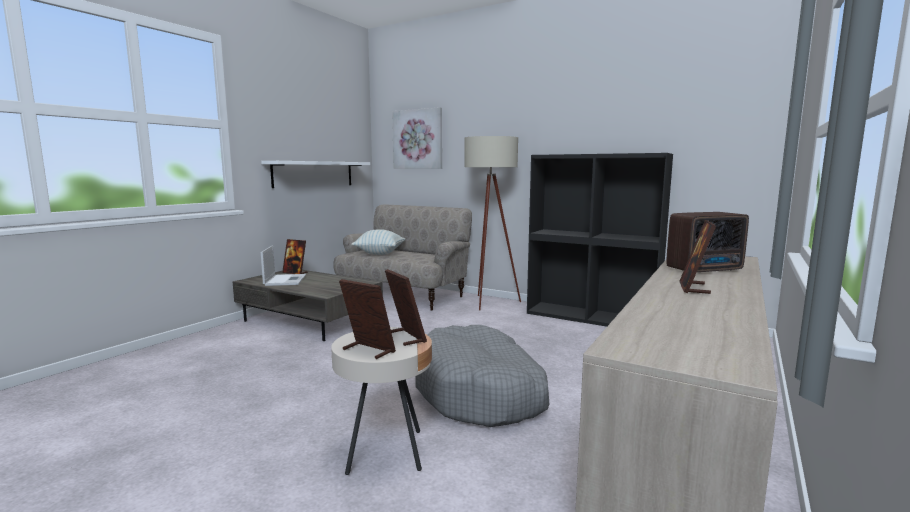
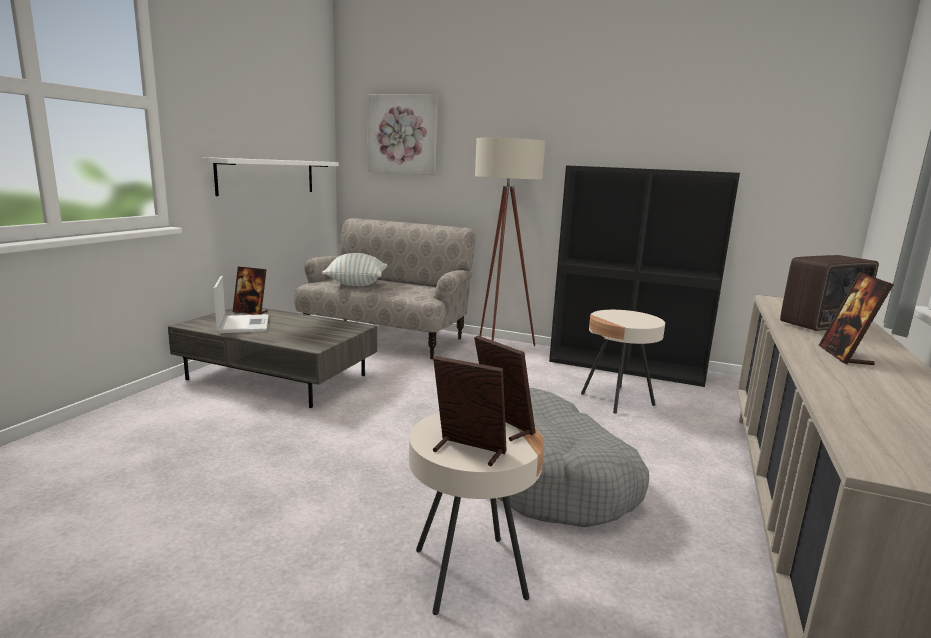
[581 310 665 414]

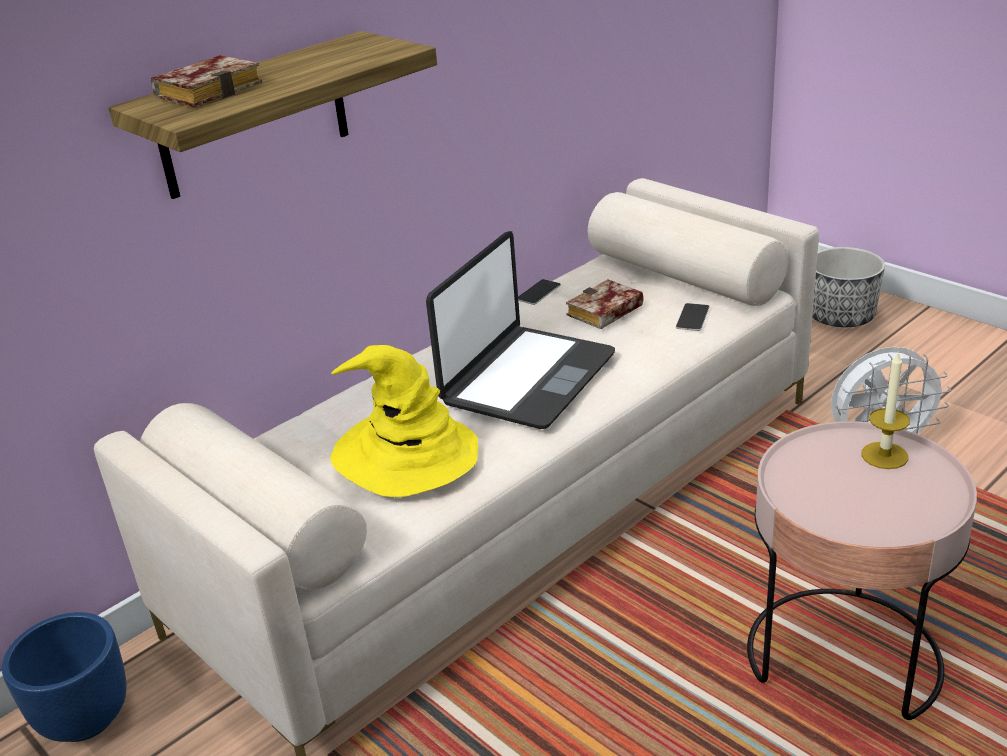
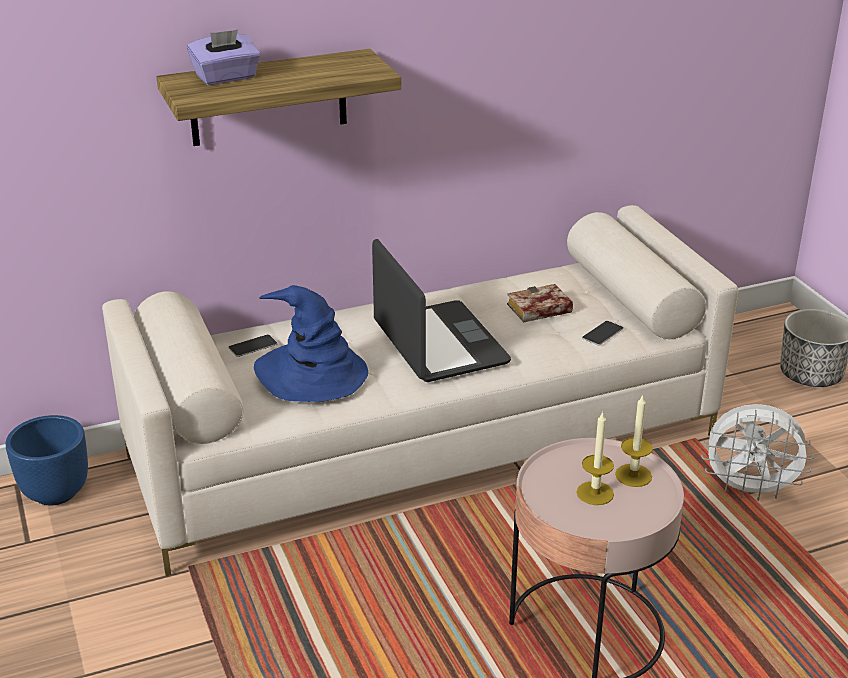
[187 29 260 85]
[228 334 278 357]
[254 285 368 402]
[372 239 511 382]
[577 412 614 505]

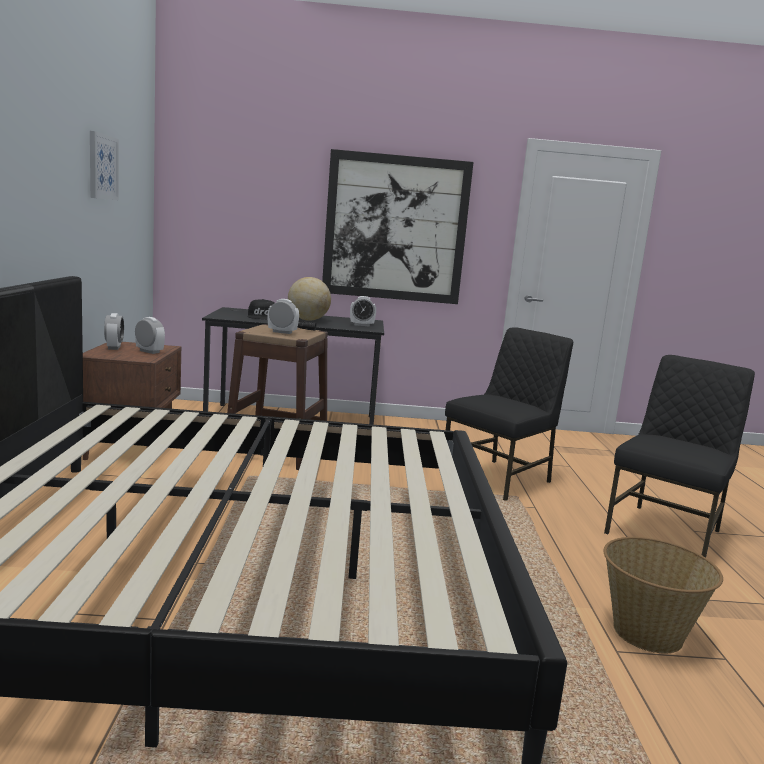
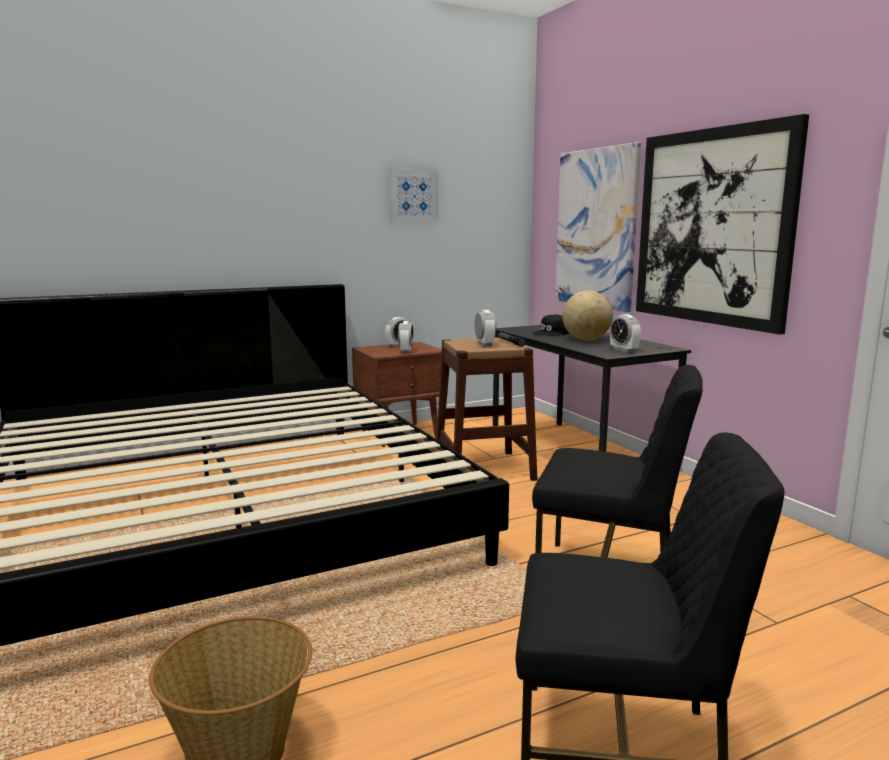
[555 142 641 312]

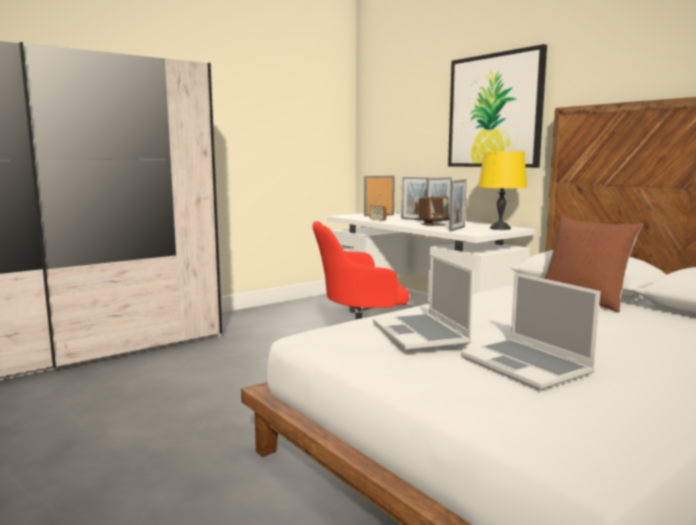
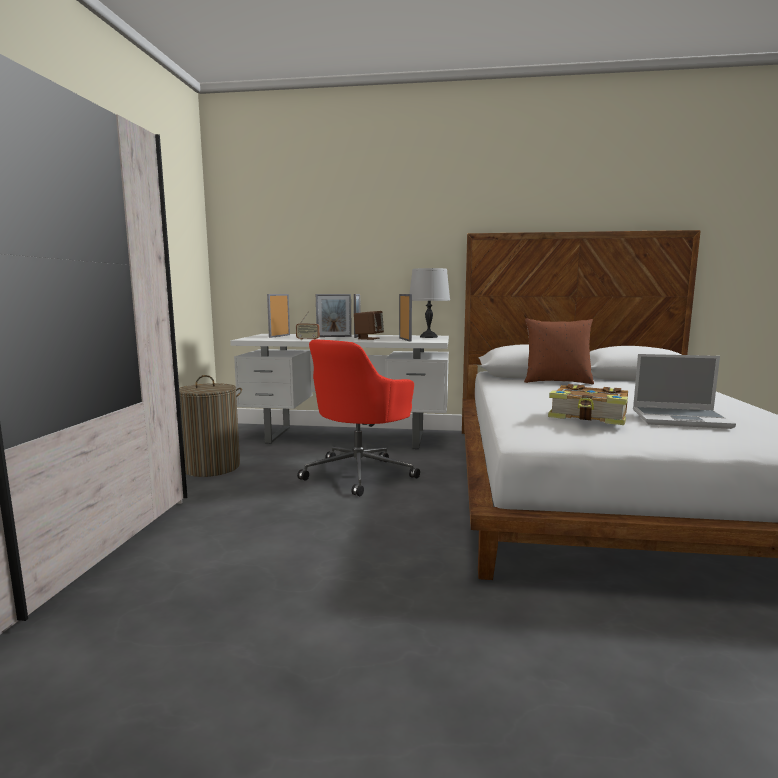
[179 375 242 477]
[409 268 450 338]
[548 384 628 425]
[448 44 547 168] (first image)

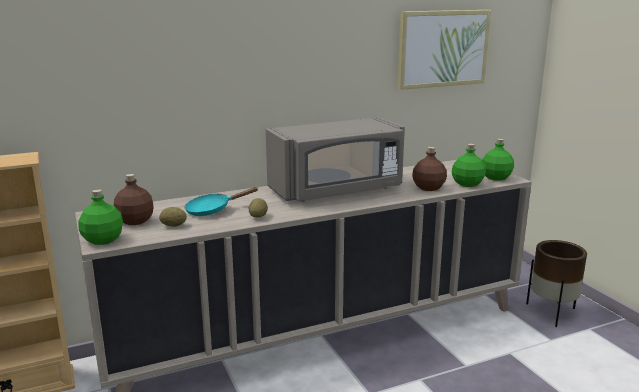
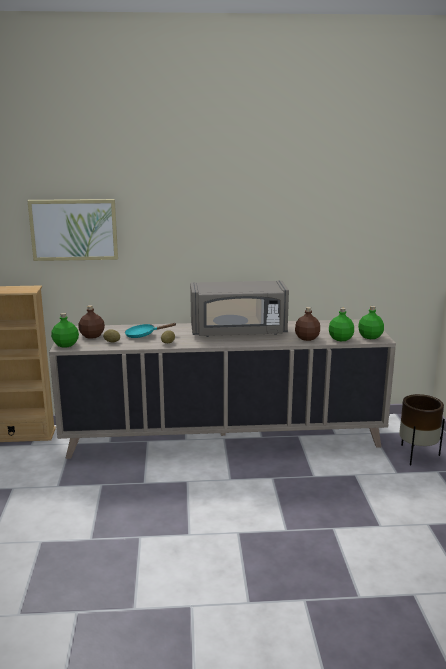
[27 199 118 261]

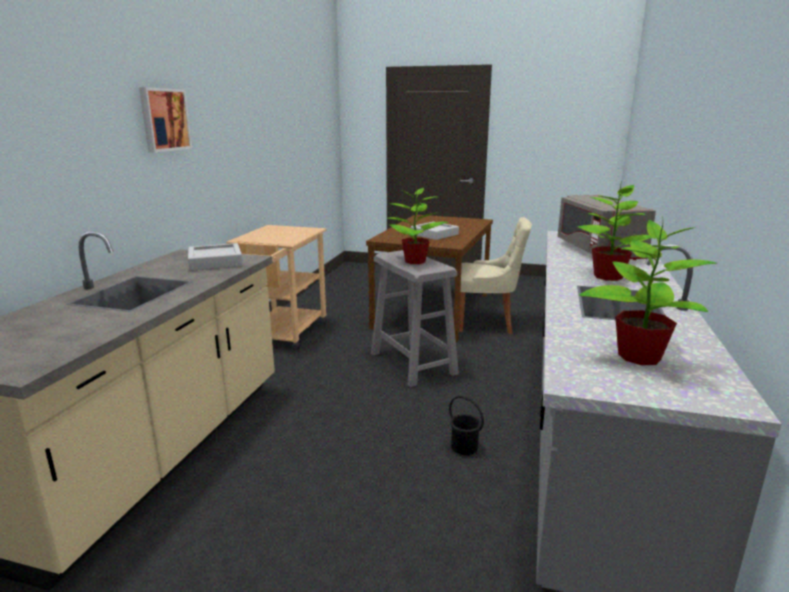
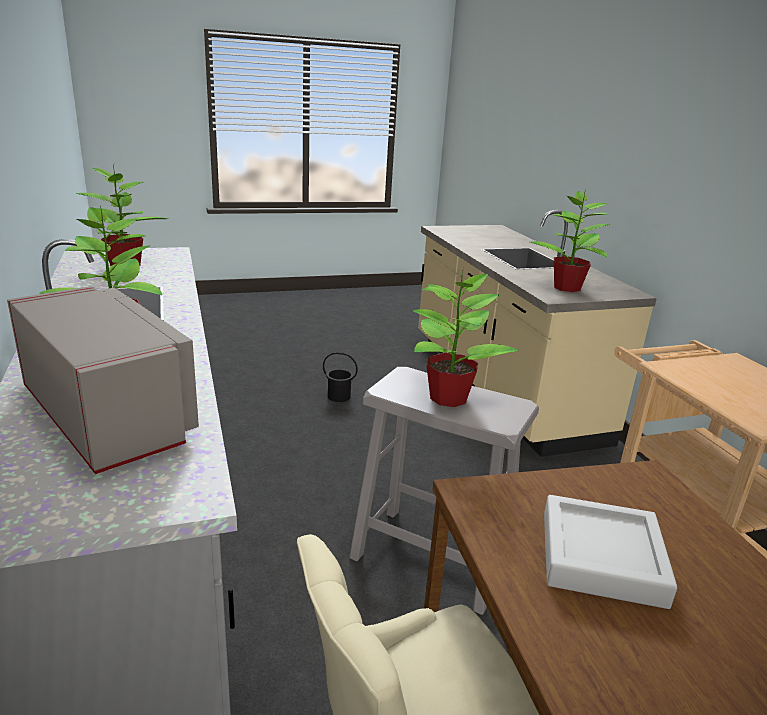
[323 352 358 402]
[530 191 610 292]
[139 87 192 152] (first image)

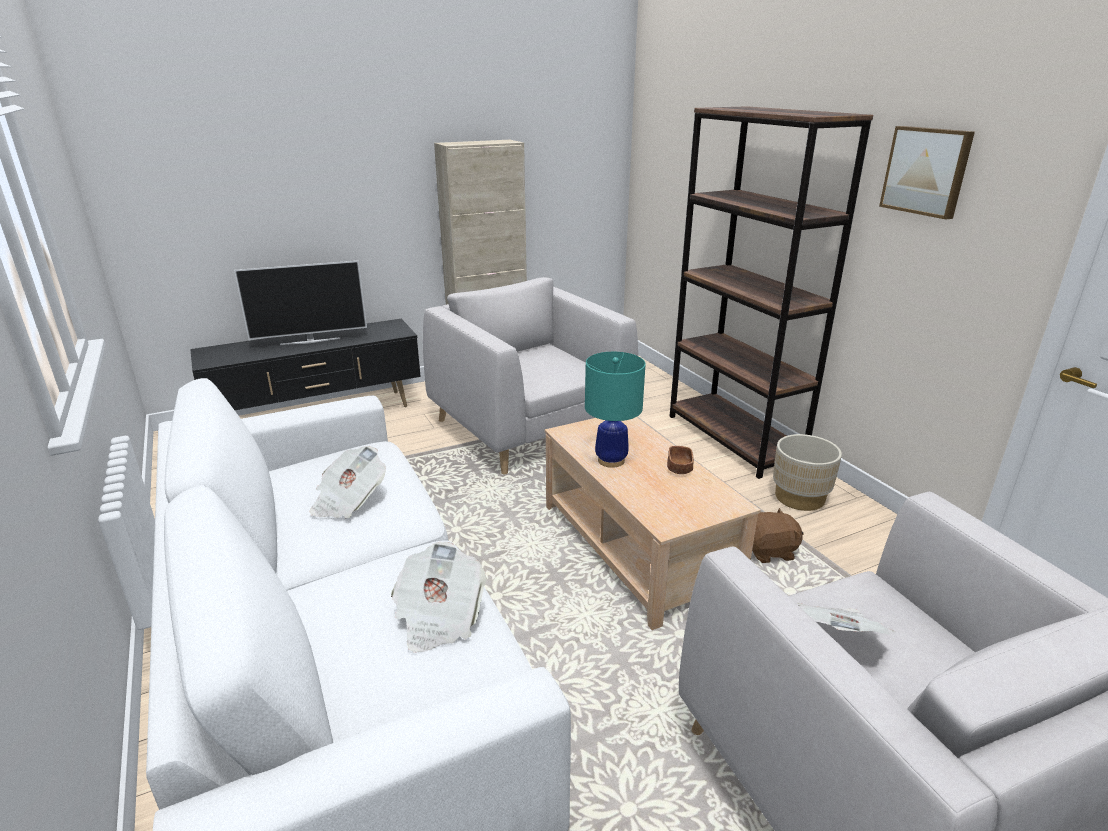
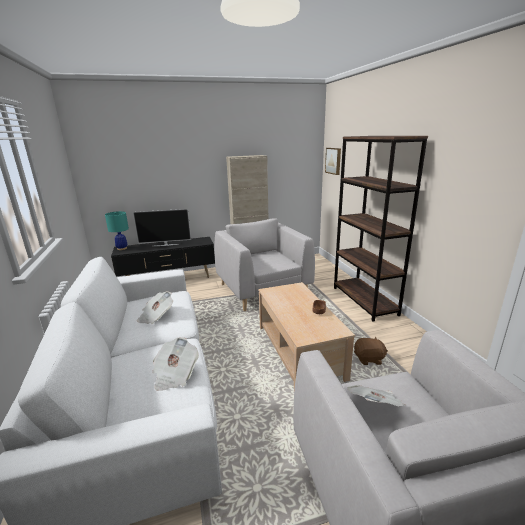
[105 211 129 250]
[325 148 341 175]
[773 434 842 511] (first image)

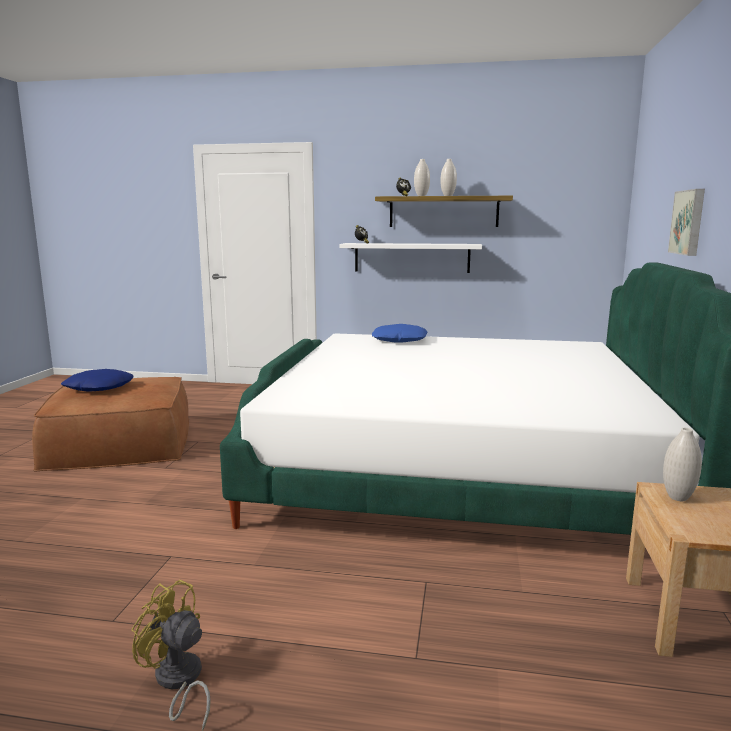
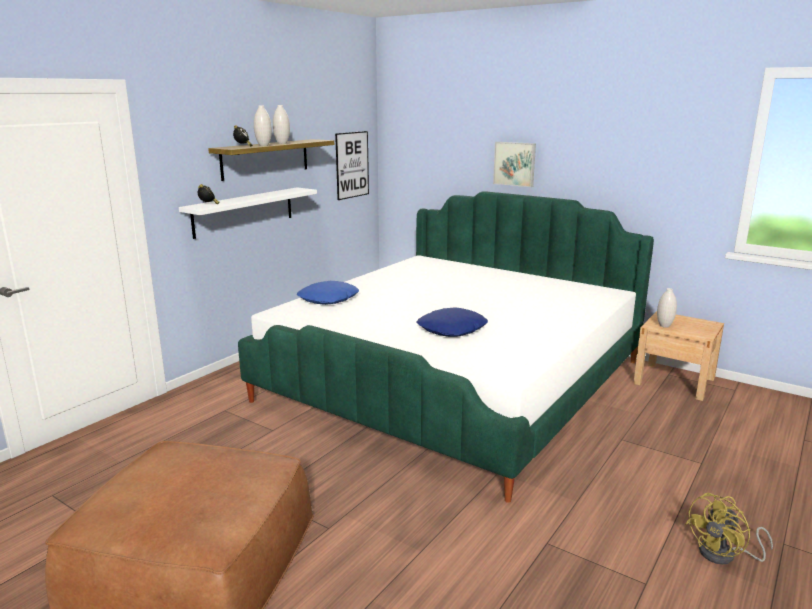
[335 131 369 200]
[417 307 488 337]

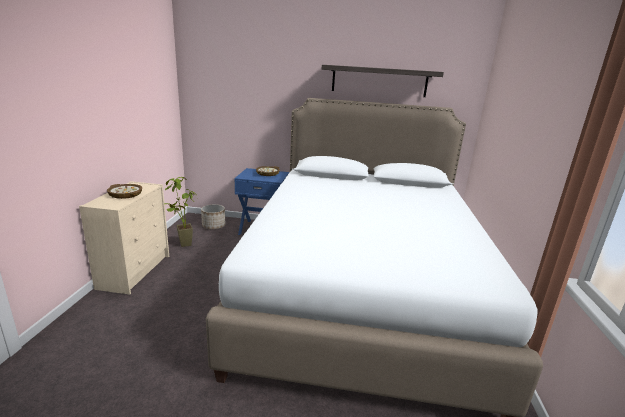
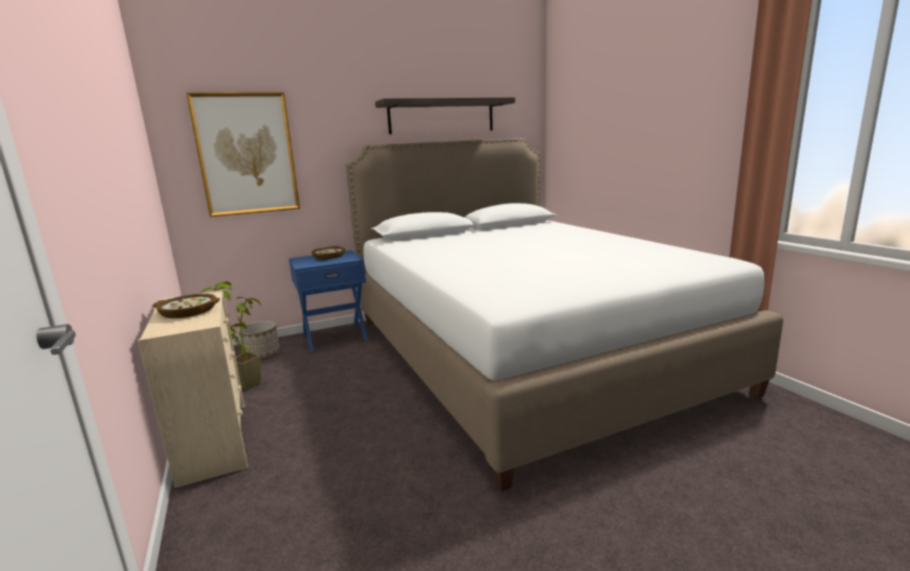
[186 92 300 217]

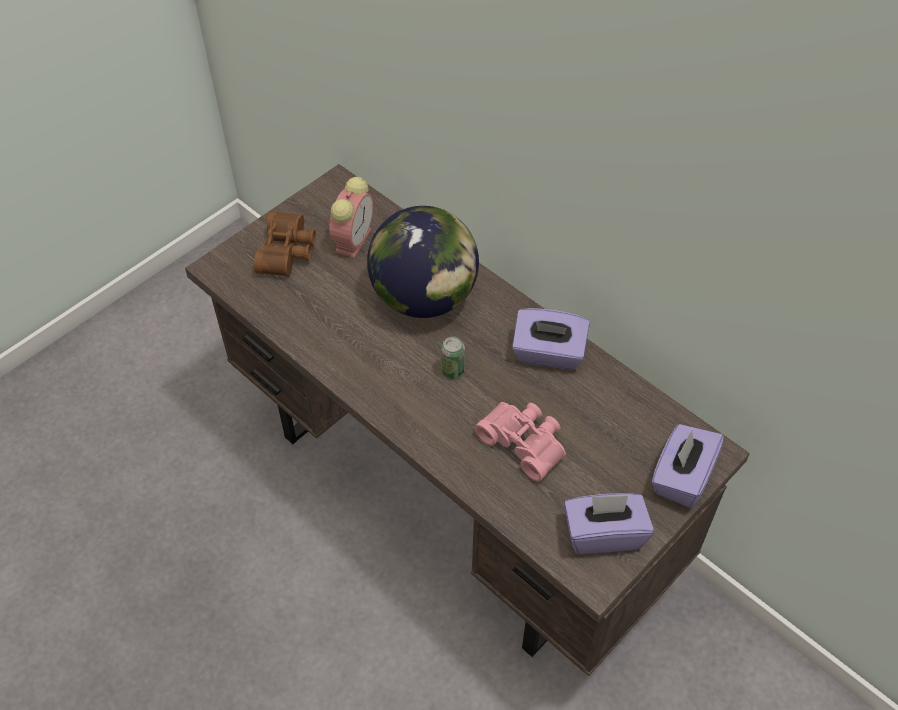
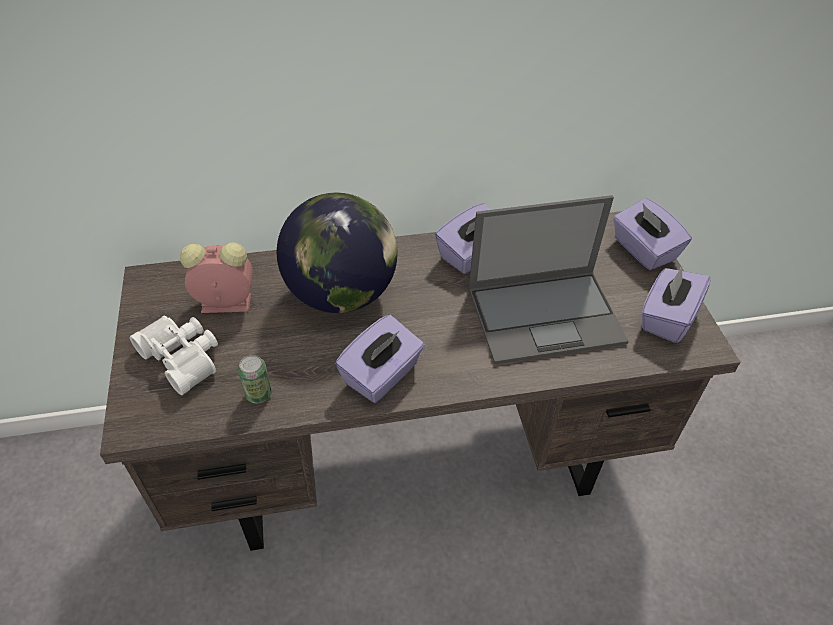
[130 316 218 395]
[180 243 253 313]
[238 355 272 403]
[335 315 424 403]
[468 195 629 364]

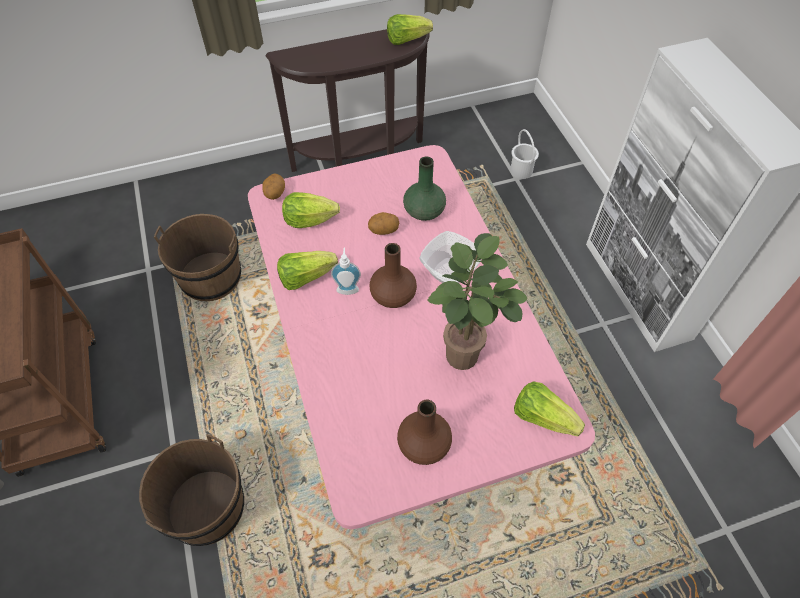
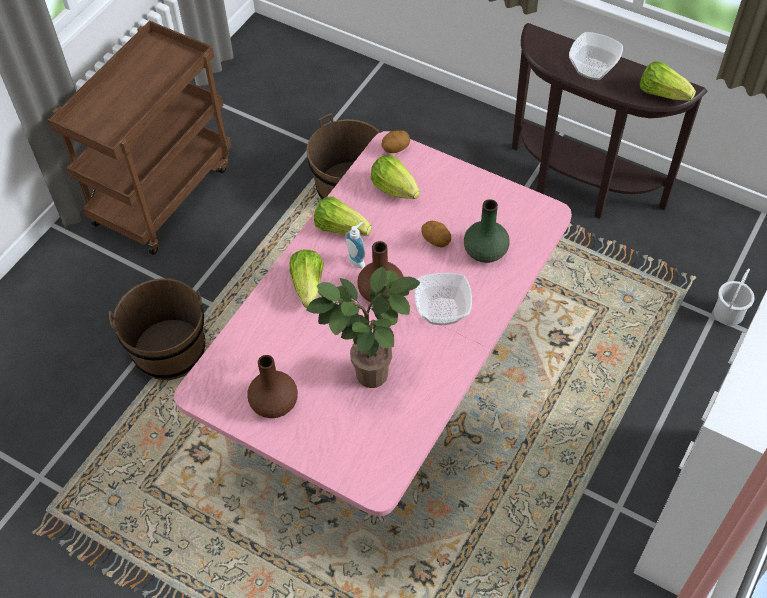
[289 250 324 308]
[569 32 623 80]

